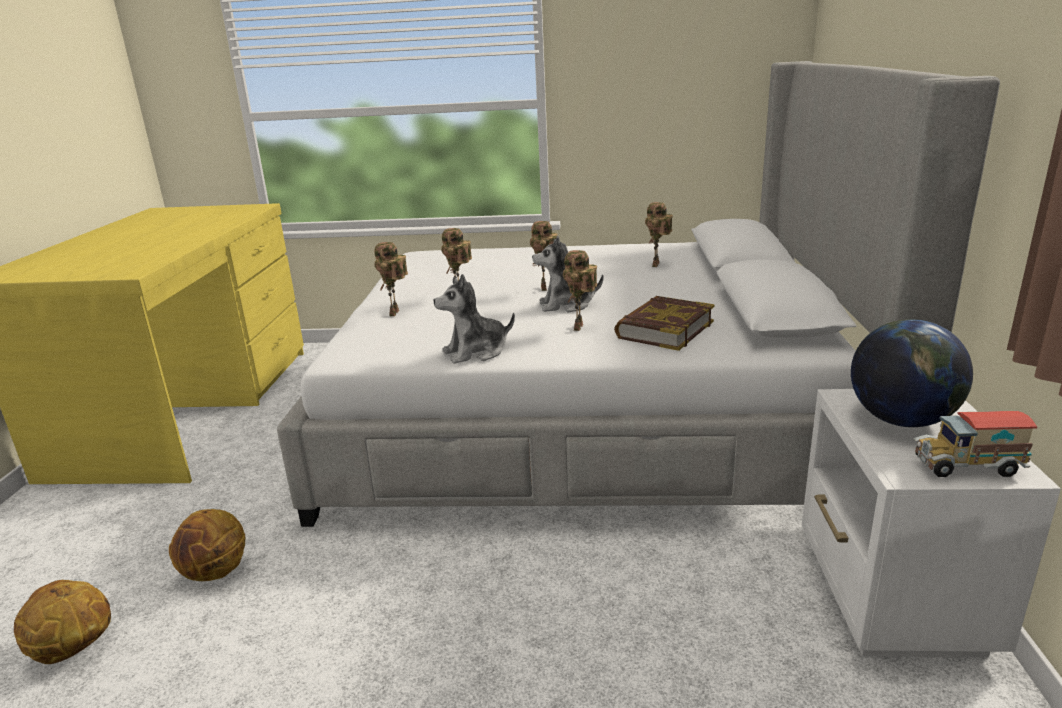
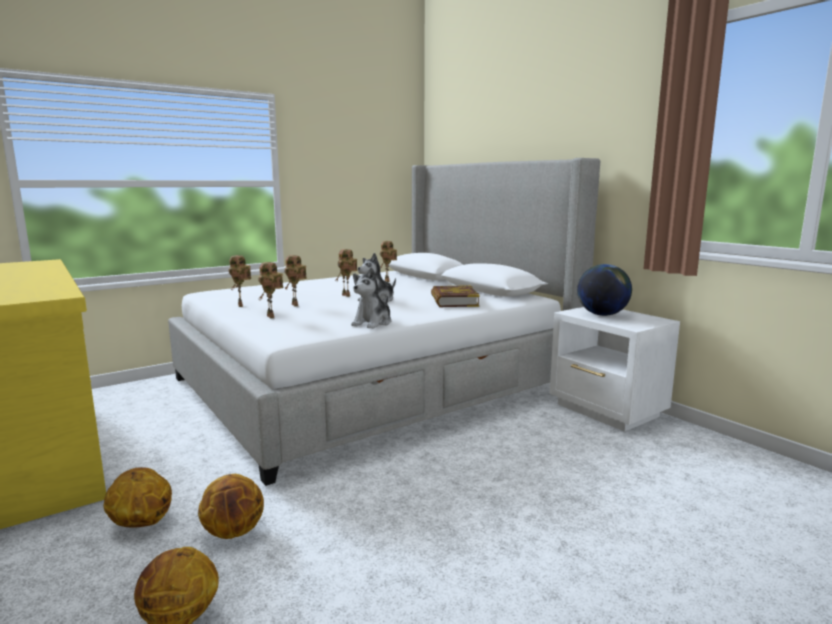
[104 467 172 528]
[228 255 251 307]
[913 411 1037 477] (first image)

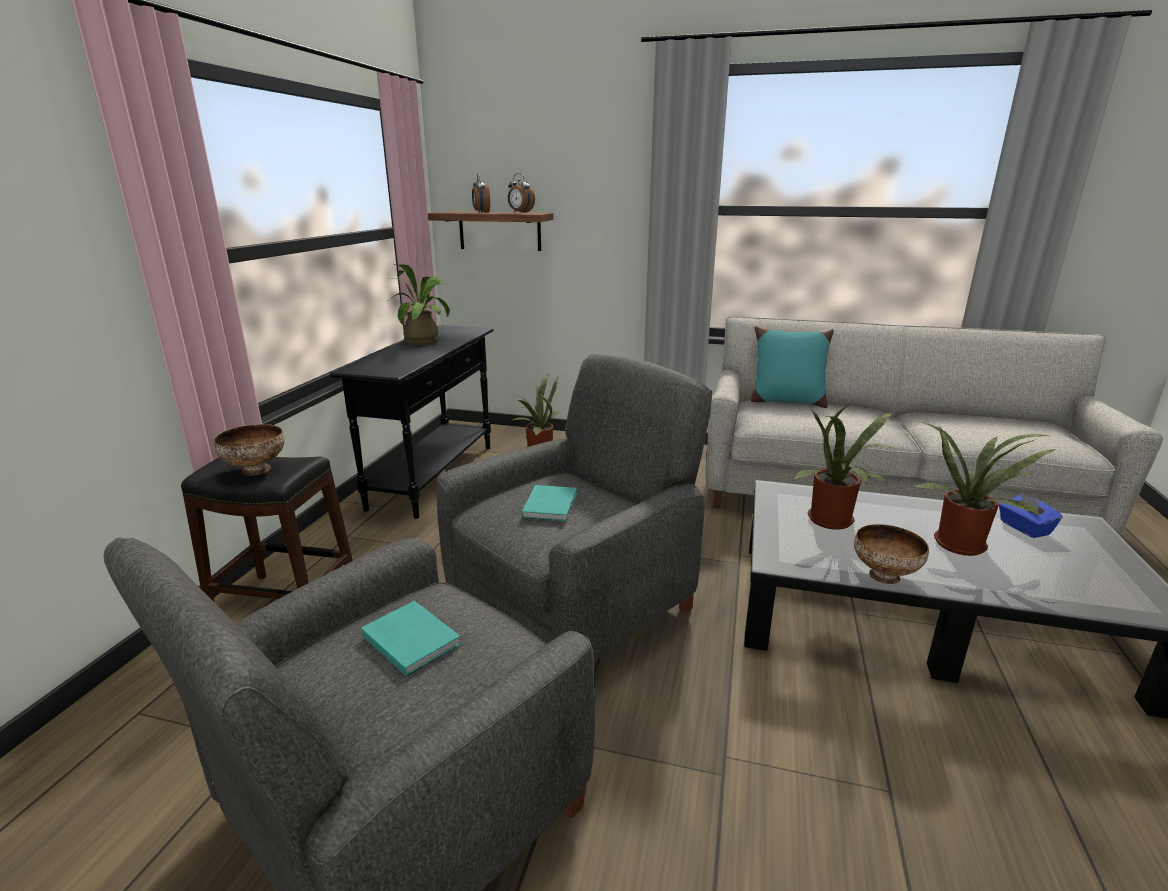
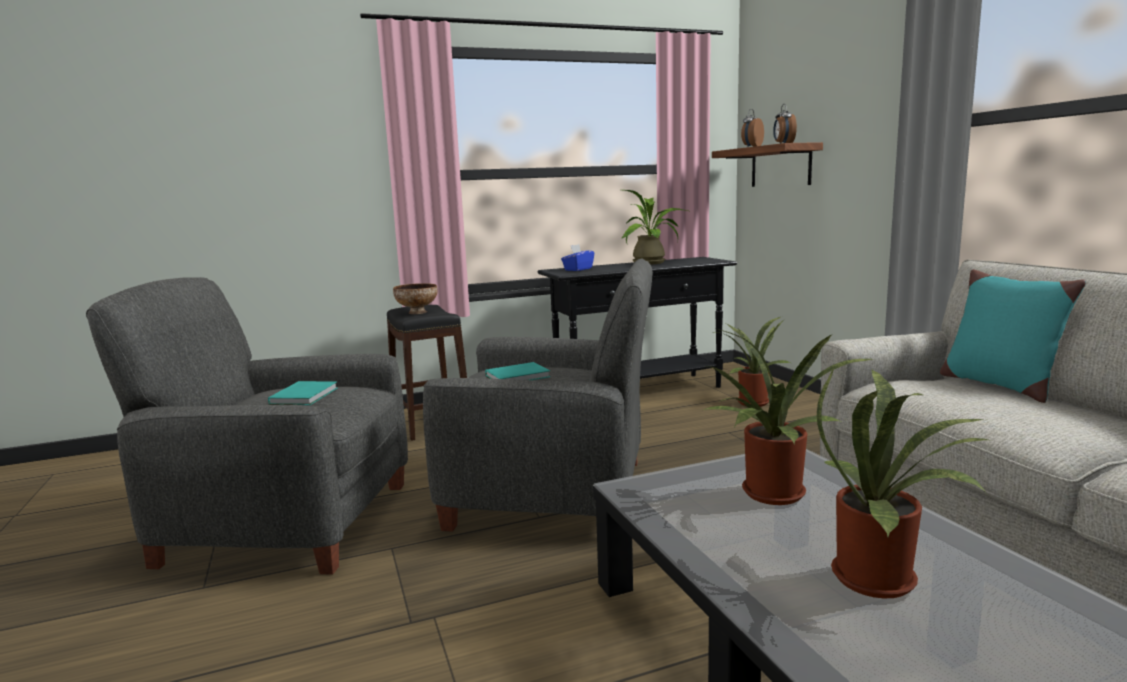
[561 244 594 271]
[854 524 929 584] (first image)

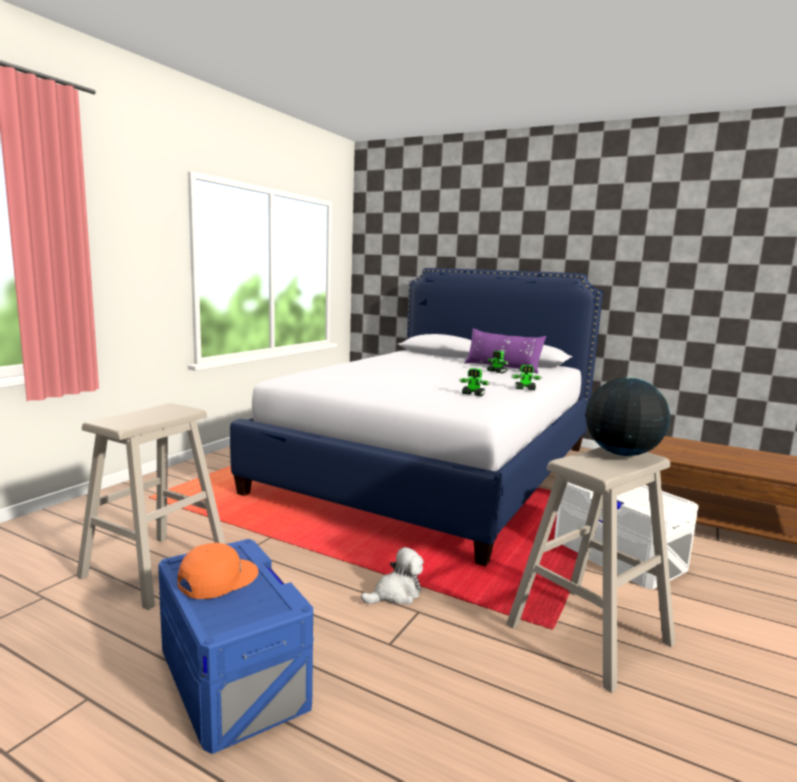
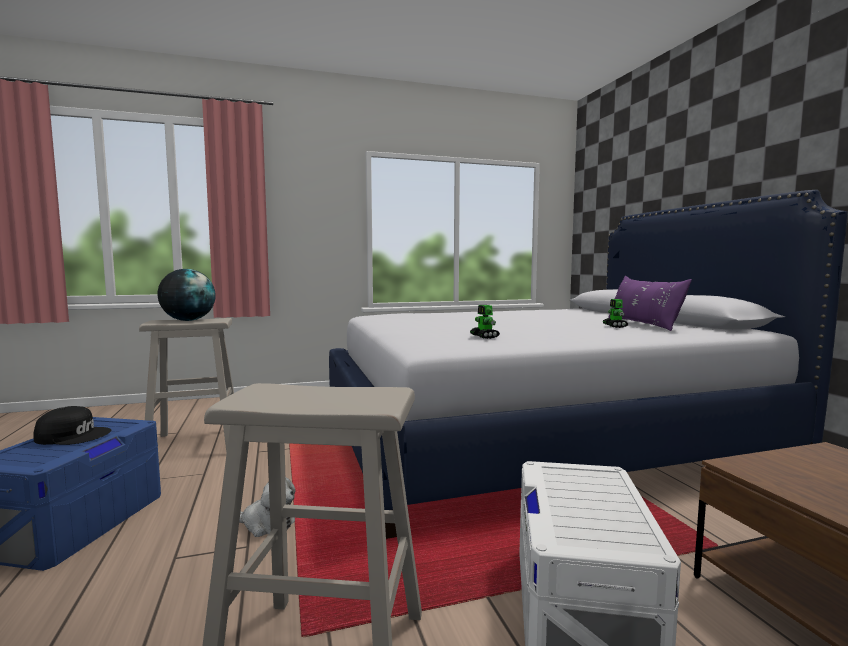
[33 406 111 445]
[158 269 216 321]
[512 365 542 390] (first image)

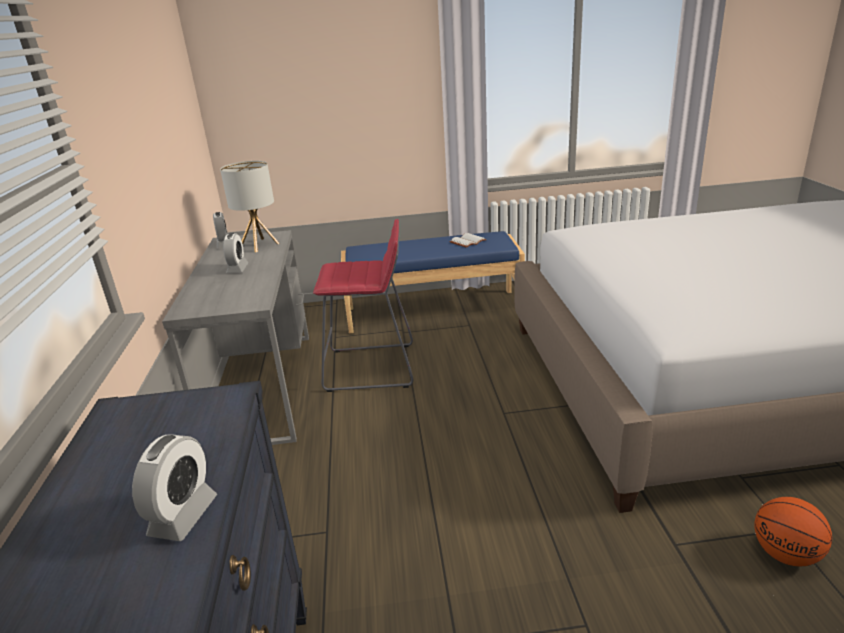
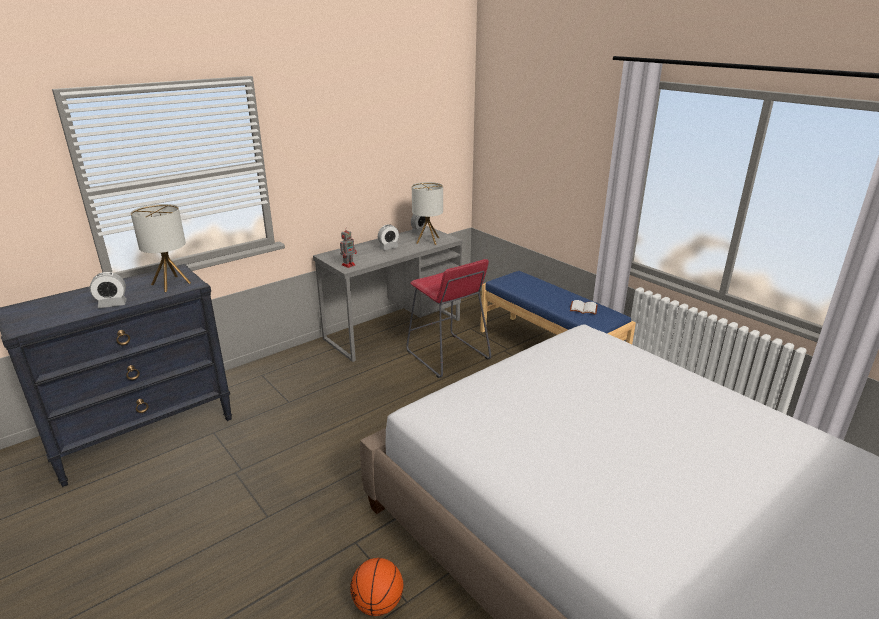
[131 204 191 292]
[340 227 357 268]

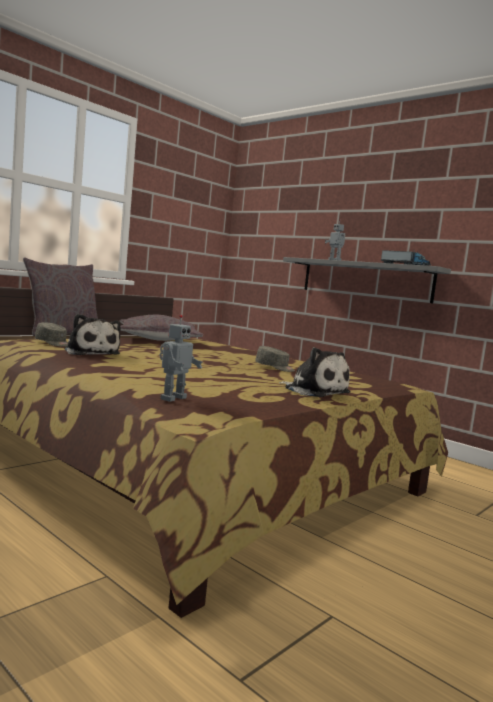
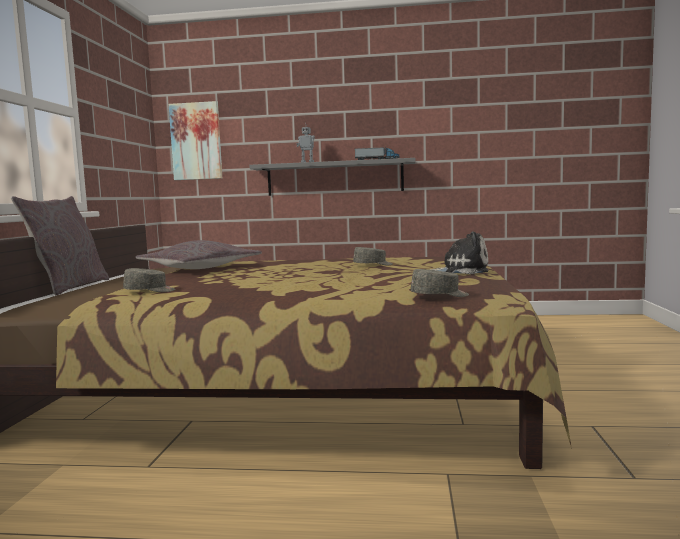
[169 101 222 180]
[411 269 469 297]
[65 314 121 355] (first image)

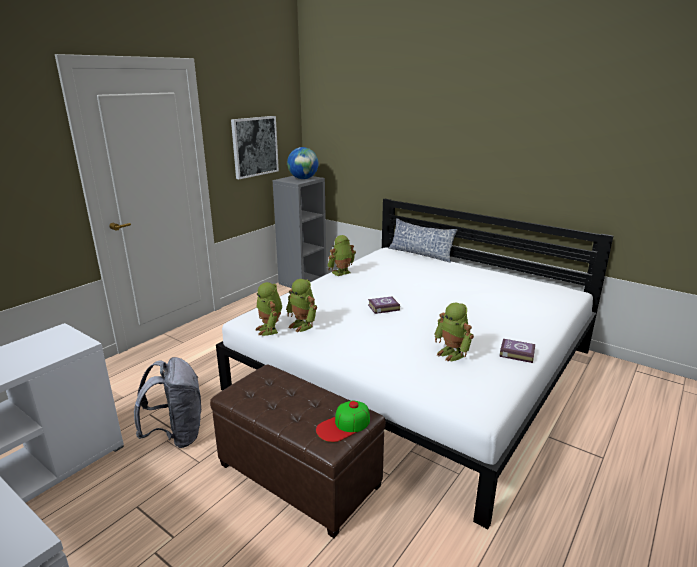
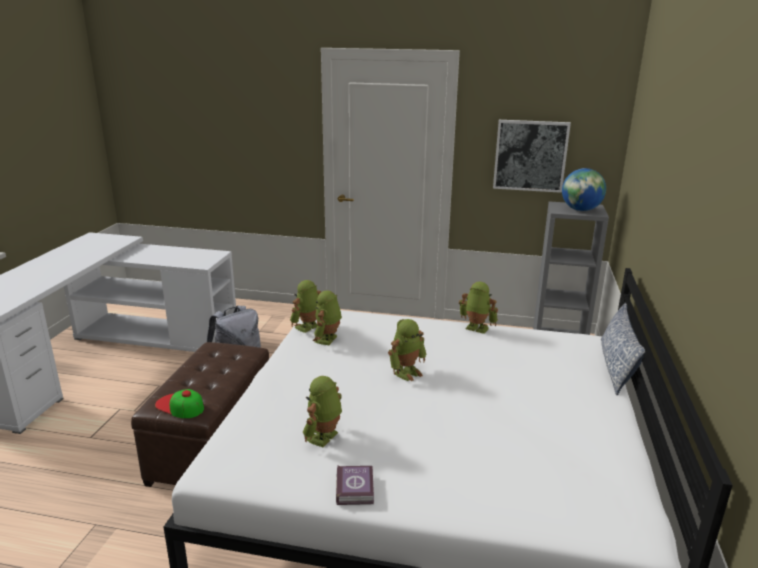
[388 319 426 381]

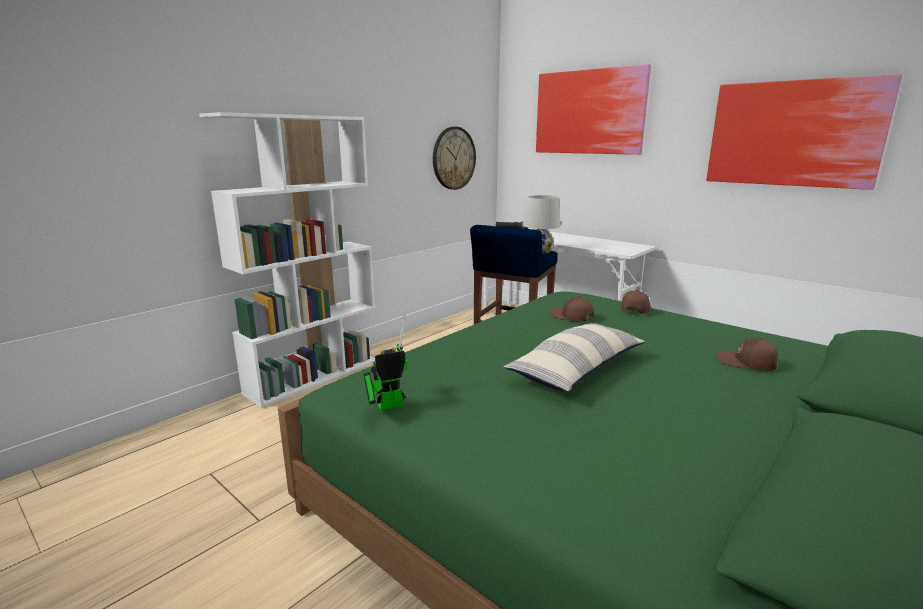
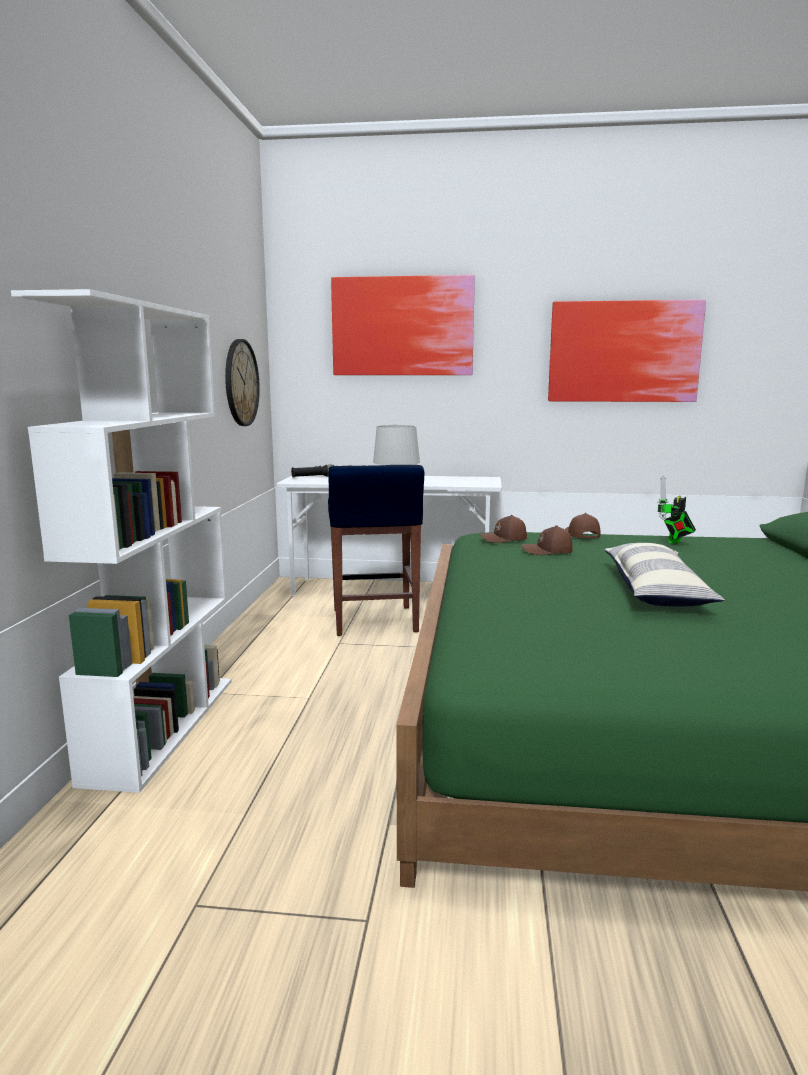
[480 515 527 543]
[658 475 696 544]

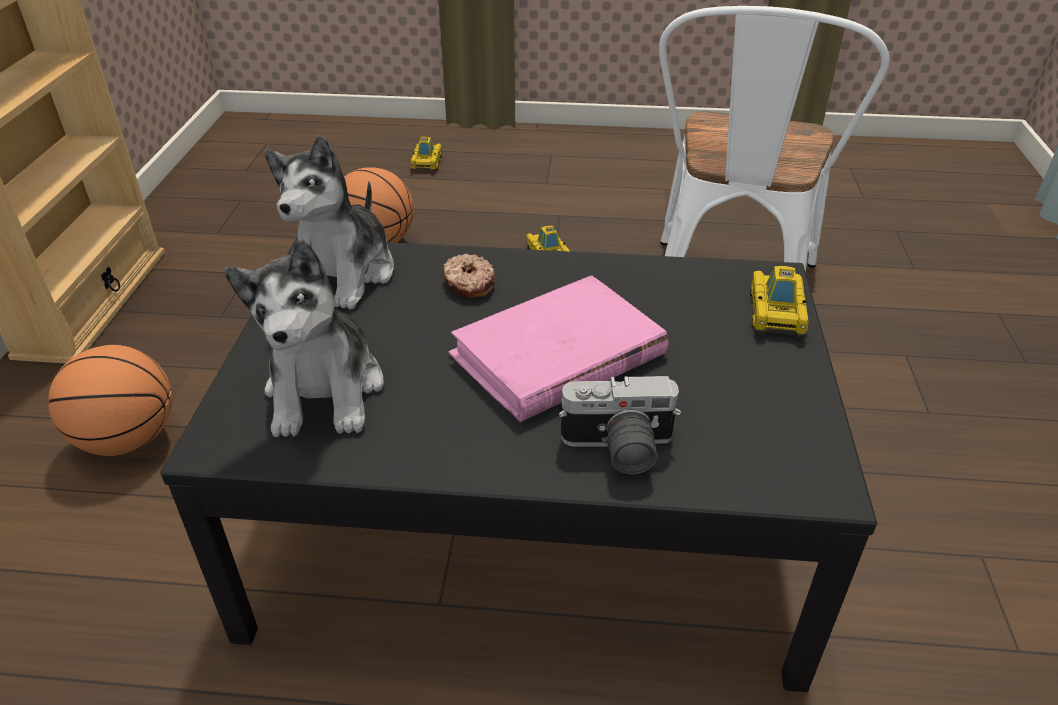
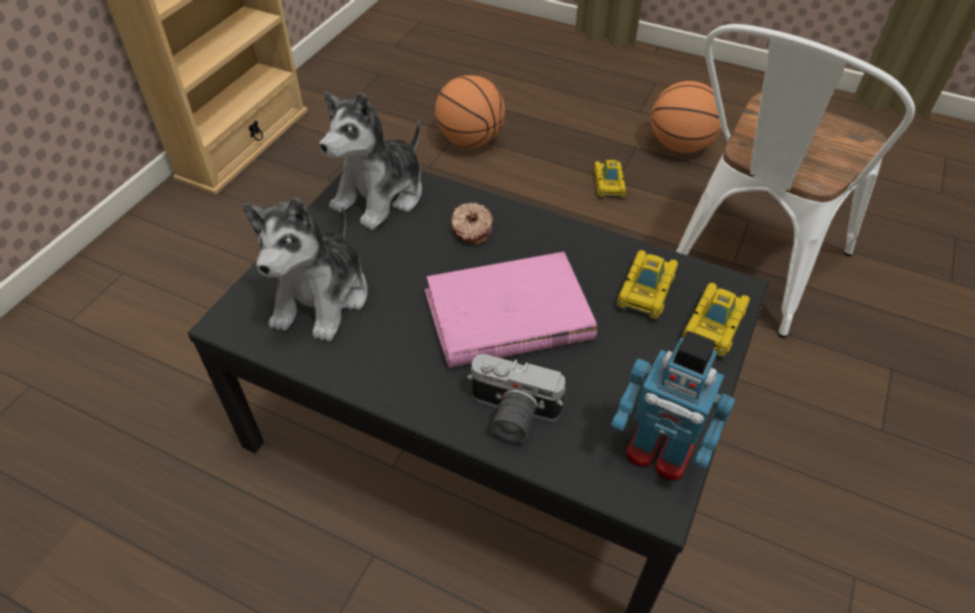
[611 331 736 481]
[616 250 678 321]
[650 81 725 153]

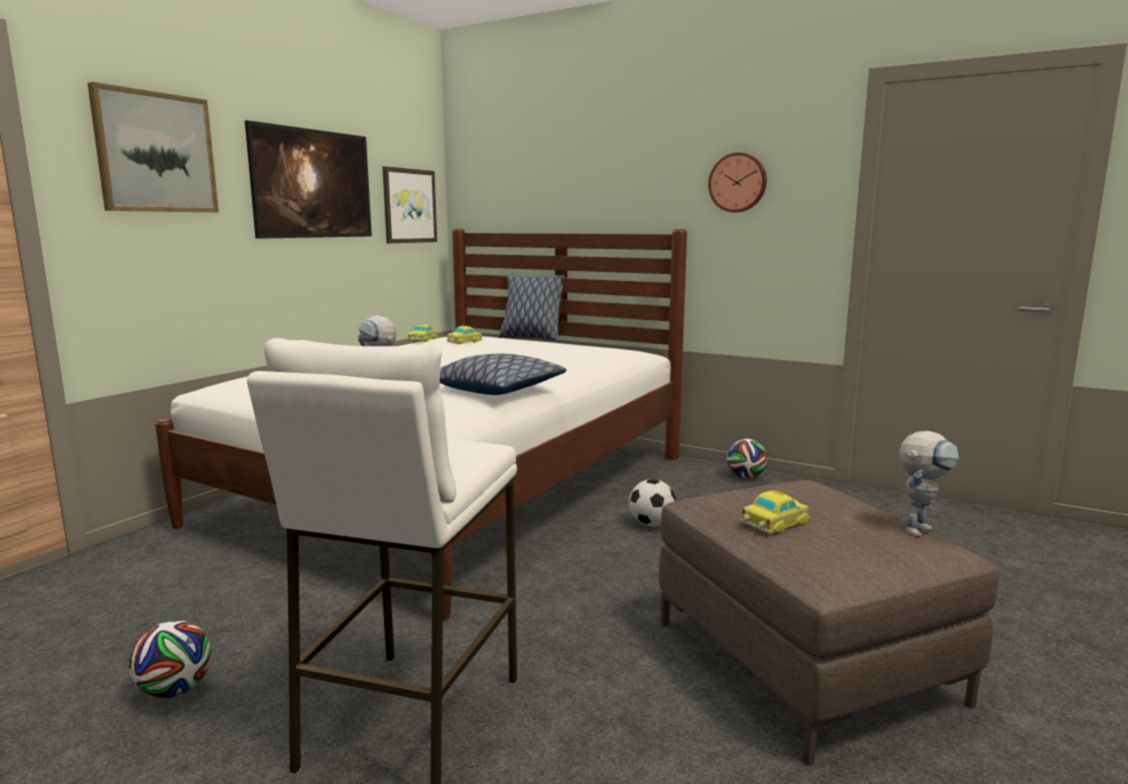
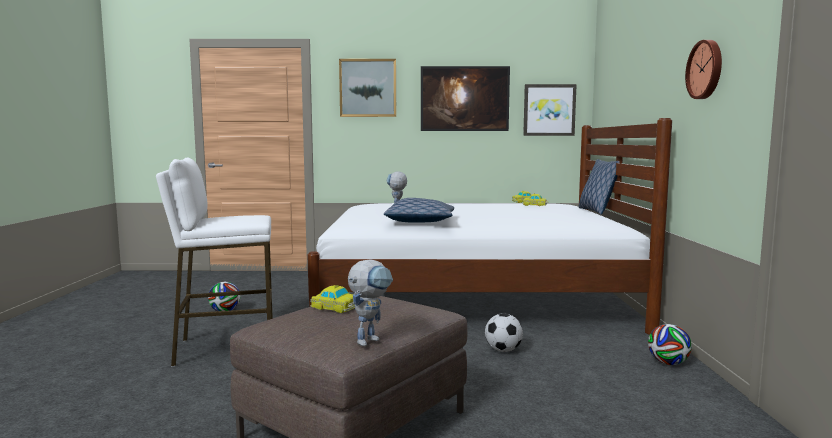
[348 259 393 346]

